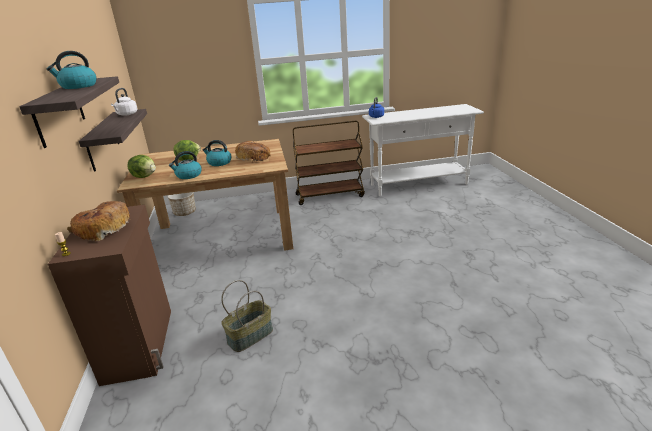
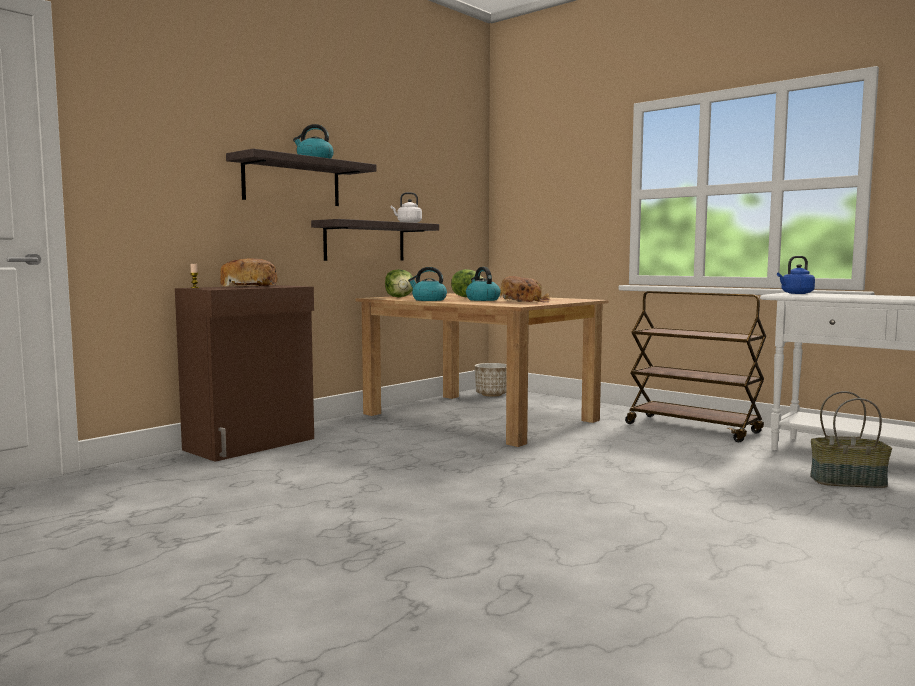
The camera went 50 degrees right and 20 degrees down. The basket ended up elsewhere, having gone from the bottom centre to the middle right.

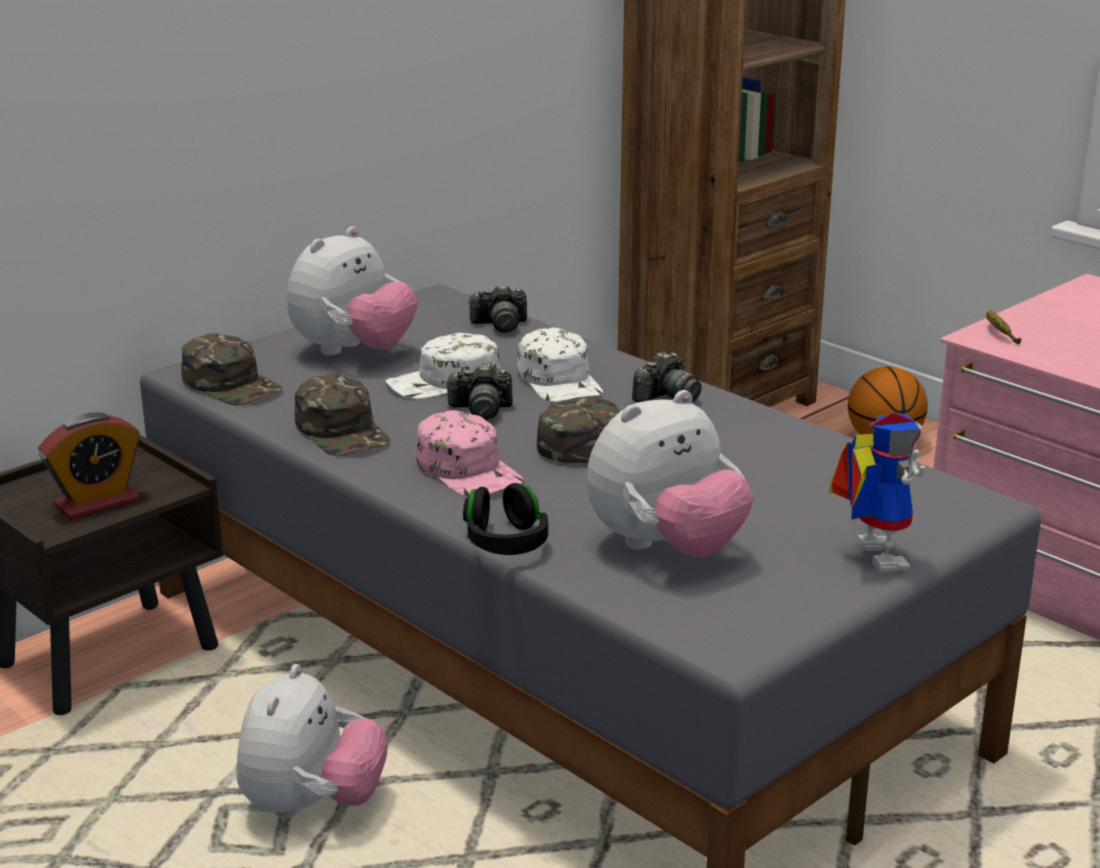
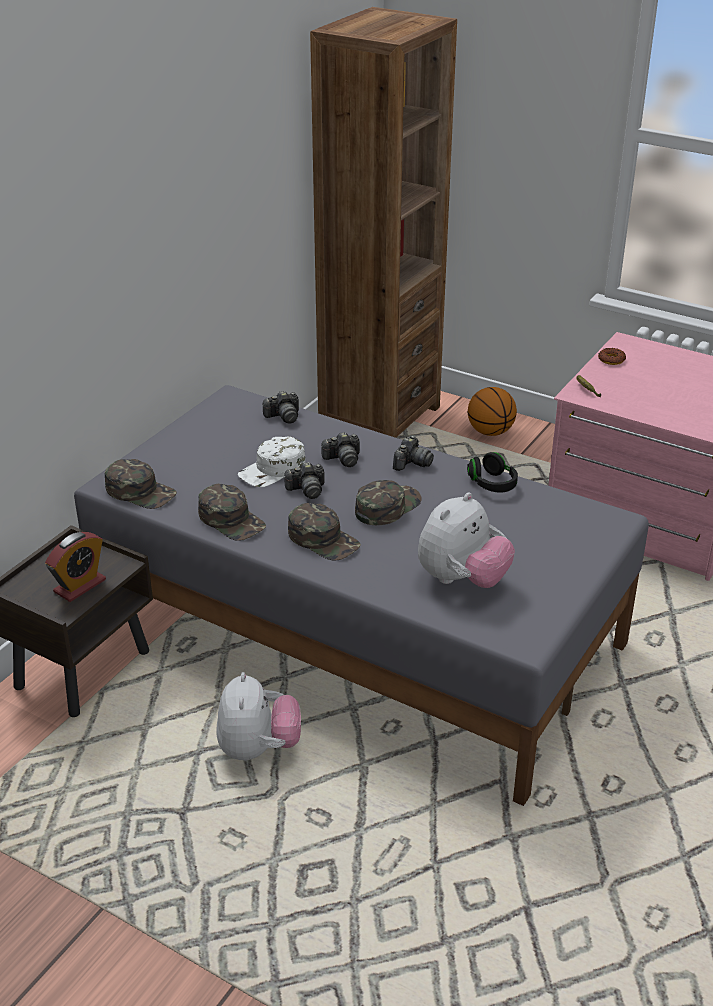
The camera went 15 degrees left and 10 degrees up. The second view lost the cuddly toy (no. 2 from left) at the middle left. Where the white baseball cap (no. 2 from left) stood at the centre, the still camera (no. 3 from left) came to stand at the centre. What was the pinkish baseball cap at the centre turned into the green baseball cap (no. 3 from left) at the centre. The second view lost the robot figure at the middle right. The black pair of headphones ended up elsewhere, having gone from the centre to the middle right. The second view gained the donut at the middle right.

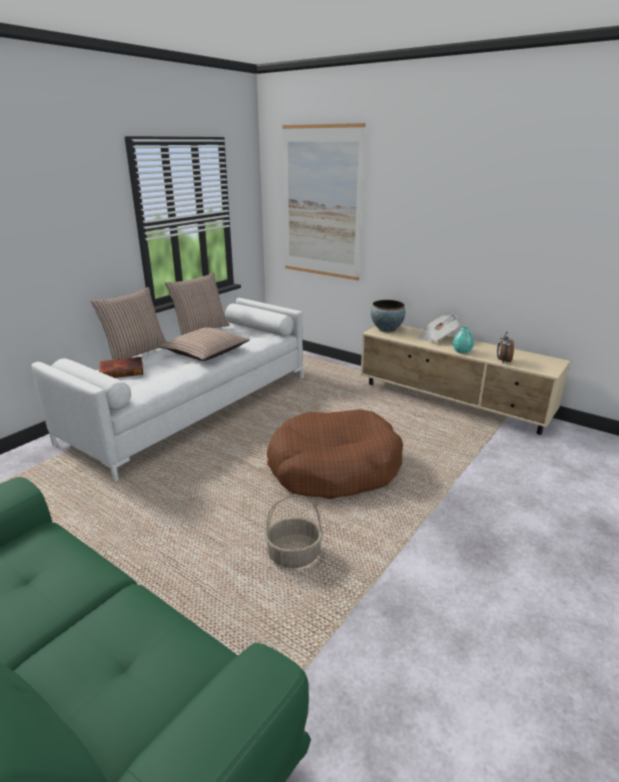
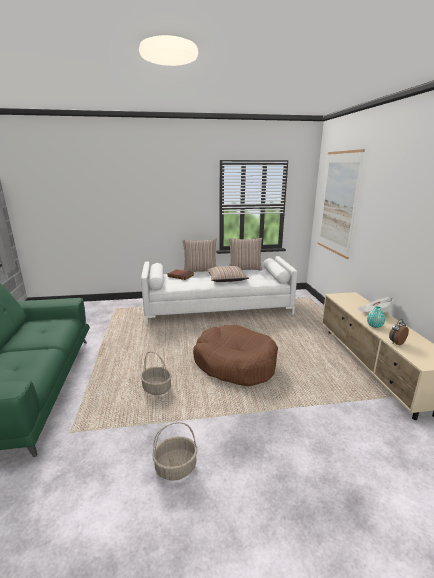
The camera went 45 degrees right and 5 degrees down. The second view lost the bowl at the centre. The second view gained the basket (no. 2 from left) at the bottom centre.

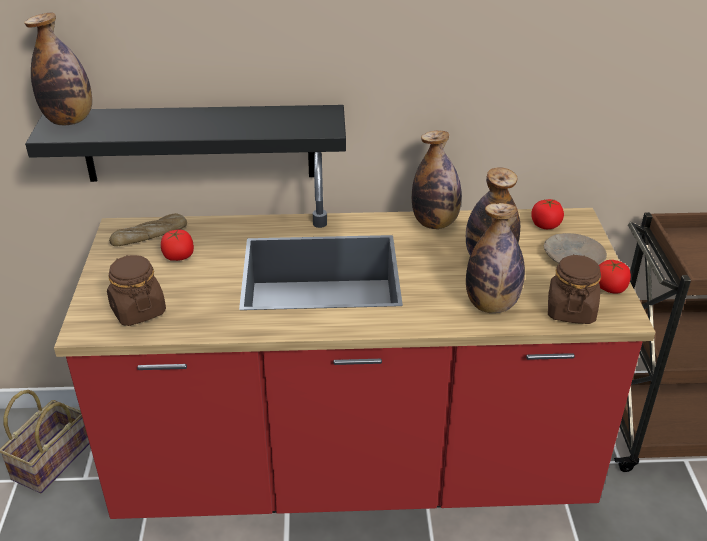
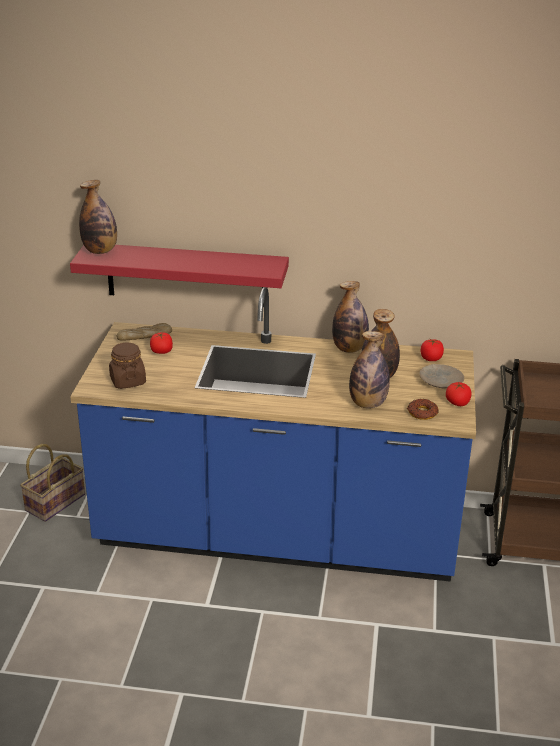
The camera went 10 degrees right and 5 degrees down. What was the black shelf at the top left turned into the red shelf at the middle left. What was the red counter at the centre turned into the bluish counter at the centre. Where the brown-coloured storage jar (no. 2 from left) stood at the middle right, the donut came to stand at the middle right.

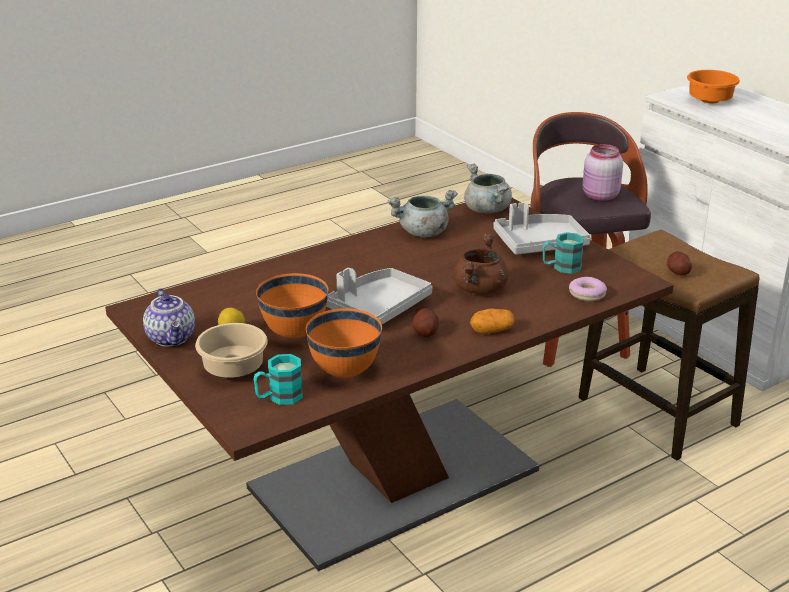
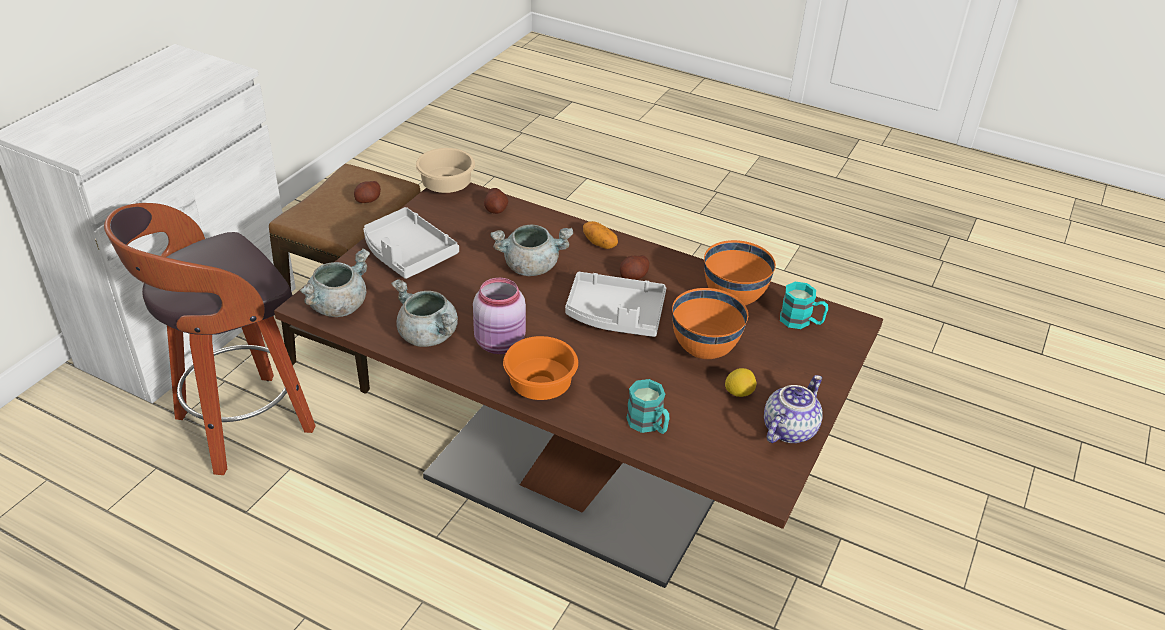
The camera went 120 degrees left and 10 degrees up. The orange bowl (no. 3 from left in the first image) ended up elsewhere, having gone from the top right to the centre. The pinkish storage jar ended up elsewhere, having gone from the top right to the centre. The turquoise-coloured mug (no. 2 from left in the first image) ended up elsewhere, having gone from the middle right to the centre. What was the brown-coloured saucepot at the centre turned into the grey saucepot (no. 3 from left) at the centre. Where the donut stood at the middle right, the potato (no. 2 from left) came to stand at the top centre. The sand-coloured bowl ended up elsewhere, having gone from the middle left to the top centre.

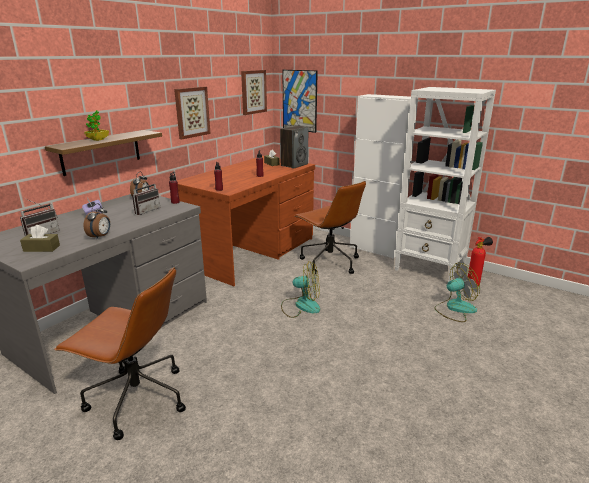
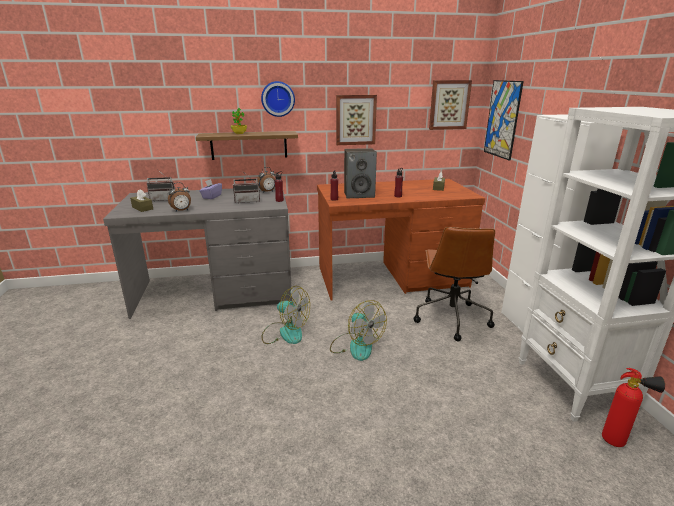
The camera went 45 degrees right and 0 degrees up. The speaker ended up elsewhere, having gone from the top centre to the centre. The cooling fan (no. 2 from left in the first image) ended up elsewhere, having gone from the middle right to the centre. The second view lost the brown-coloured office chair (no. 1 from left) at the bottom left. The second view gained the wall clock at the top centre.

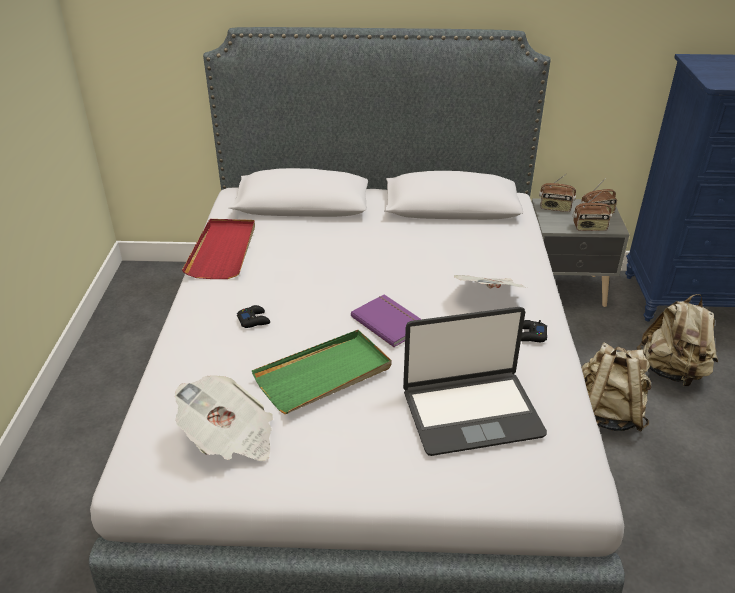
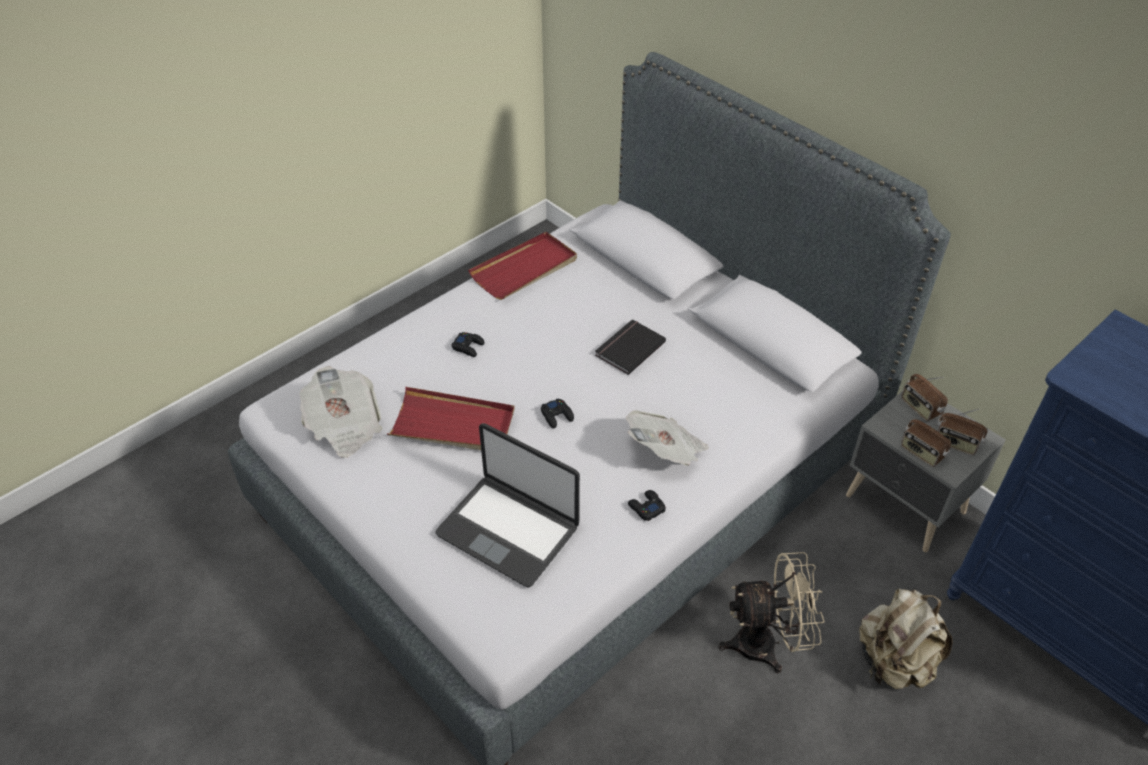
The camera went 45 degrees right and 10 degrees up. Where the purple-coloured bound book stood at the centre, the black game controller (no. 2 from left) came to stand at the centre. What was the green tray at the centre turned into the red tray (no. 1 from left) at the centre. Where the sand-coloured rucksack (no. 1 from left) stood at the middle right, the sand-coloured cooling fan came to stand at the bottom right. The second view gained the black bound book at the centre.

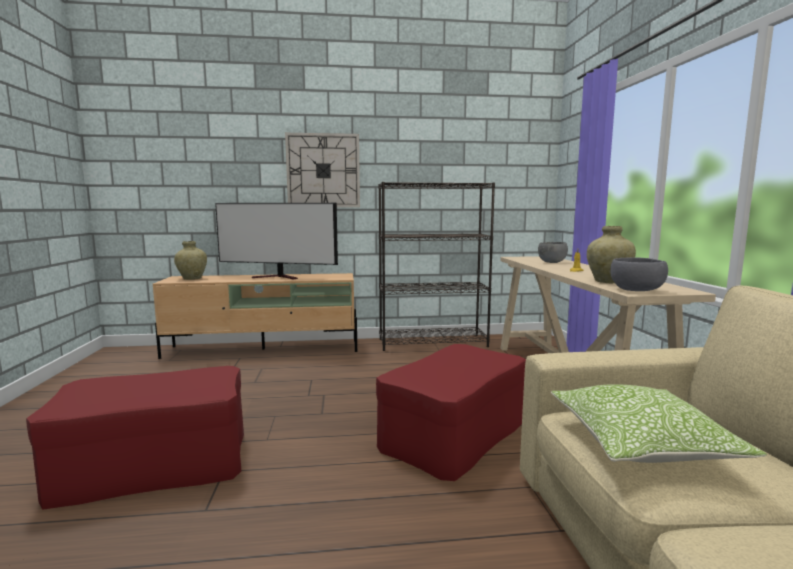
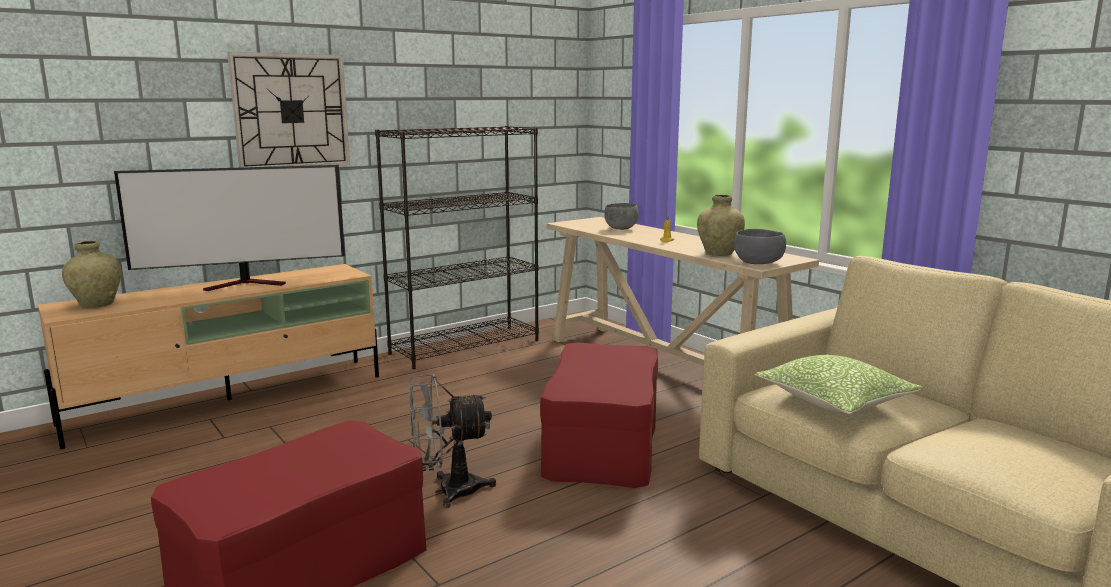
The camera went 30 degrees left and 5 degrees up. The second view gained the grey cooling fan at the bottom centre.

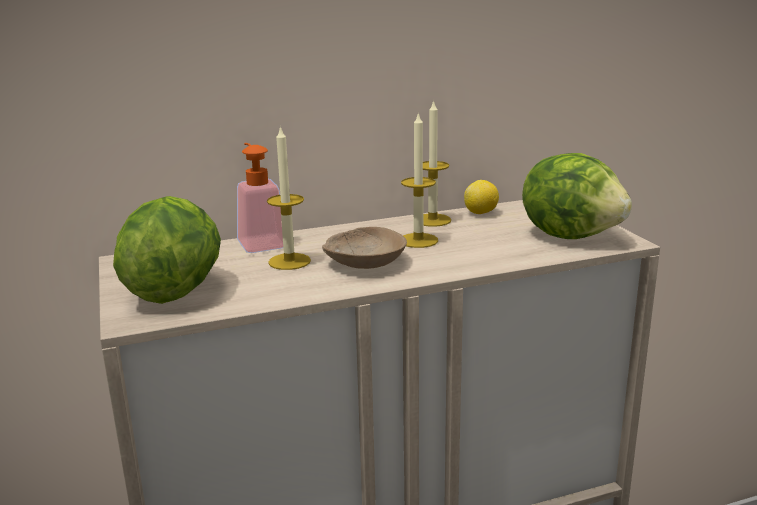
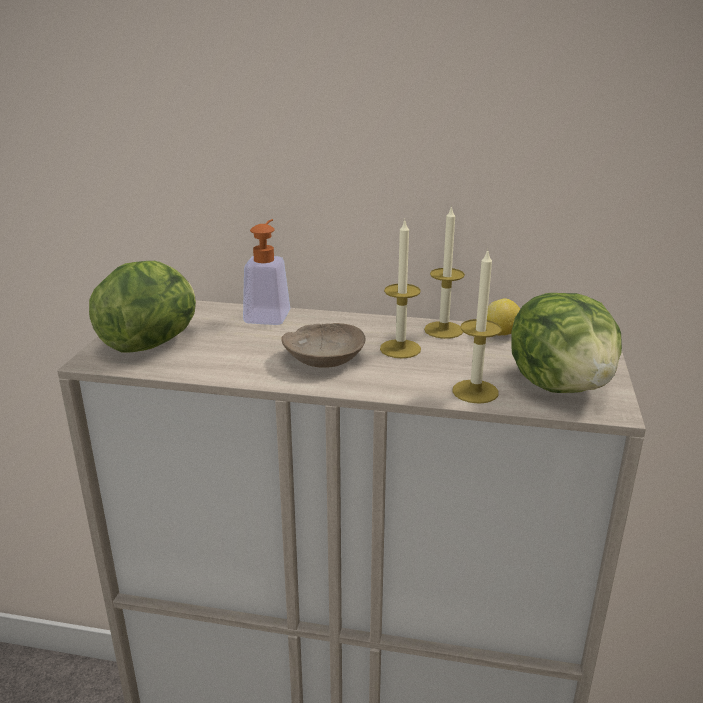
The camera went 30 degrees right and 5 degrees up. The wax light (no. 1 from left in the first image) ended up elsewhere, having gone from the centre to the middle right.

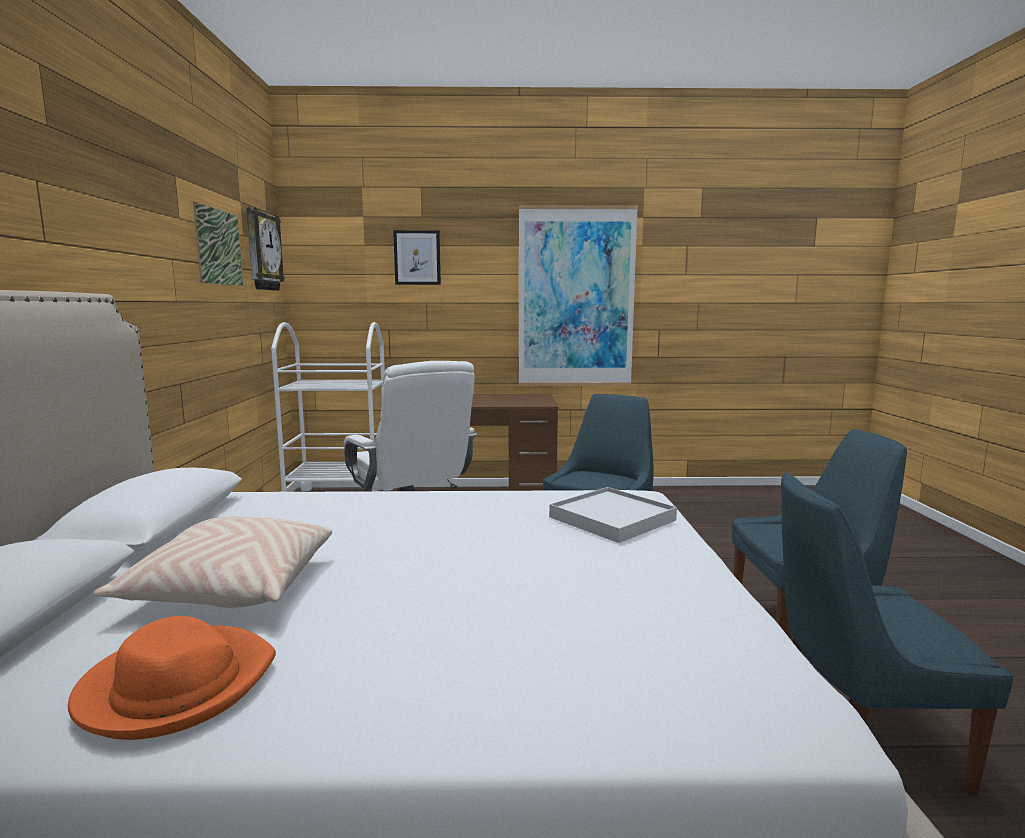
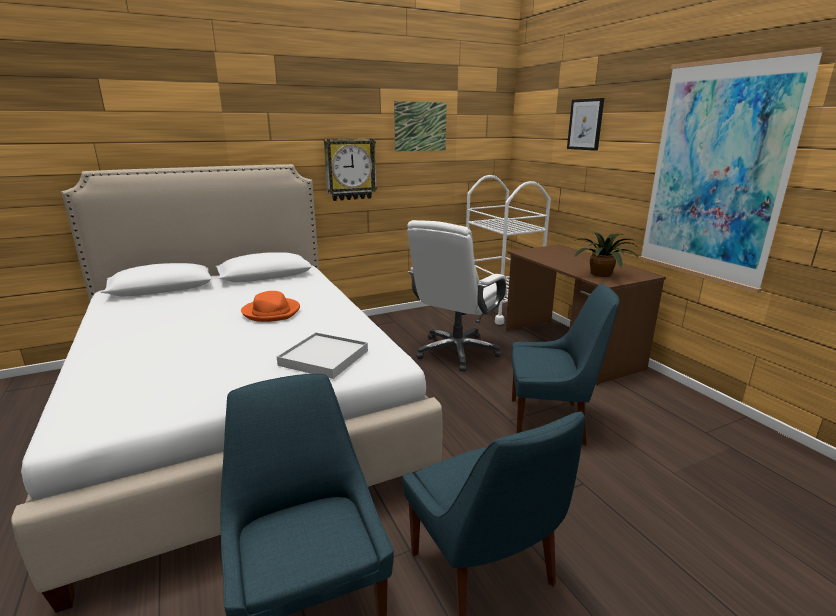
The camera went 65 degrees right and 10 degrees up. The wall clock ended up elsewhere, having gone from the top left to the top centre. The second view lost the sand-coloured pillow at the bottom left. The orange clothing hat ended up elsewhere, having gone from the bottom left to the middle left. The second view gained the houseplant at the middle right.

